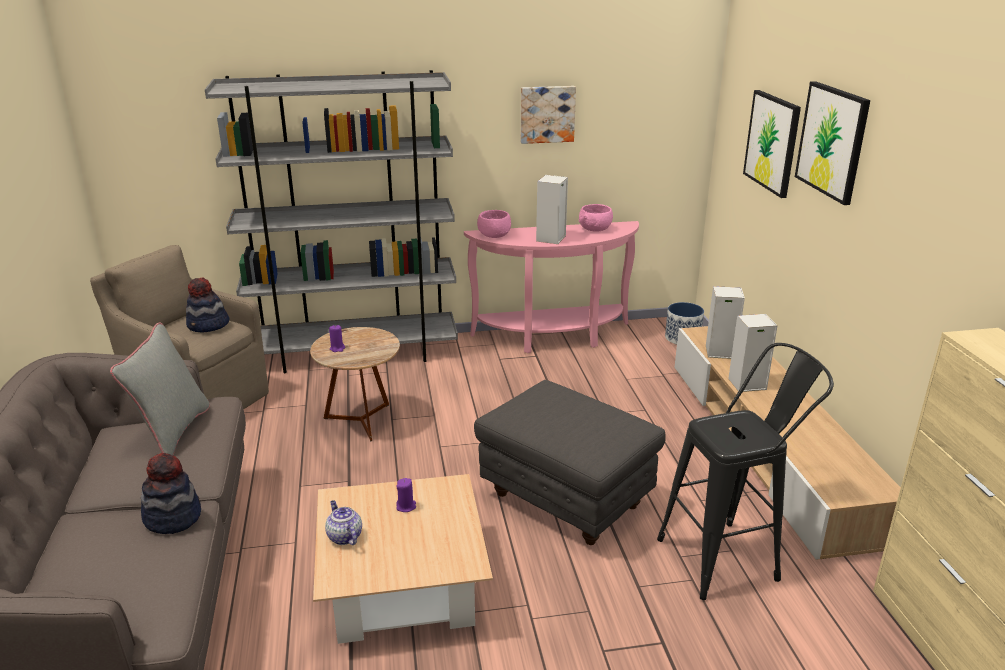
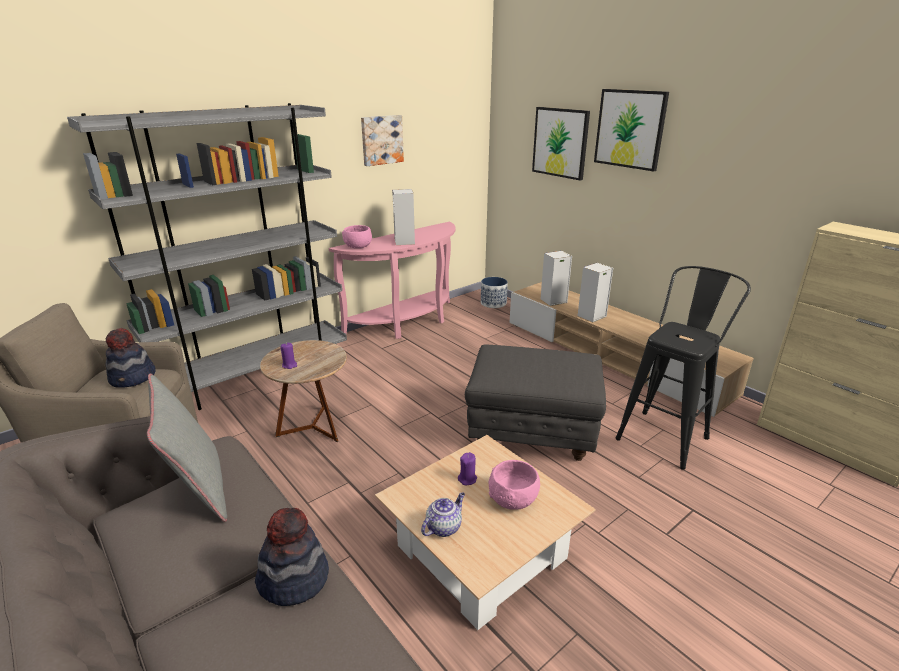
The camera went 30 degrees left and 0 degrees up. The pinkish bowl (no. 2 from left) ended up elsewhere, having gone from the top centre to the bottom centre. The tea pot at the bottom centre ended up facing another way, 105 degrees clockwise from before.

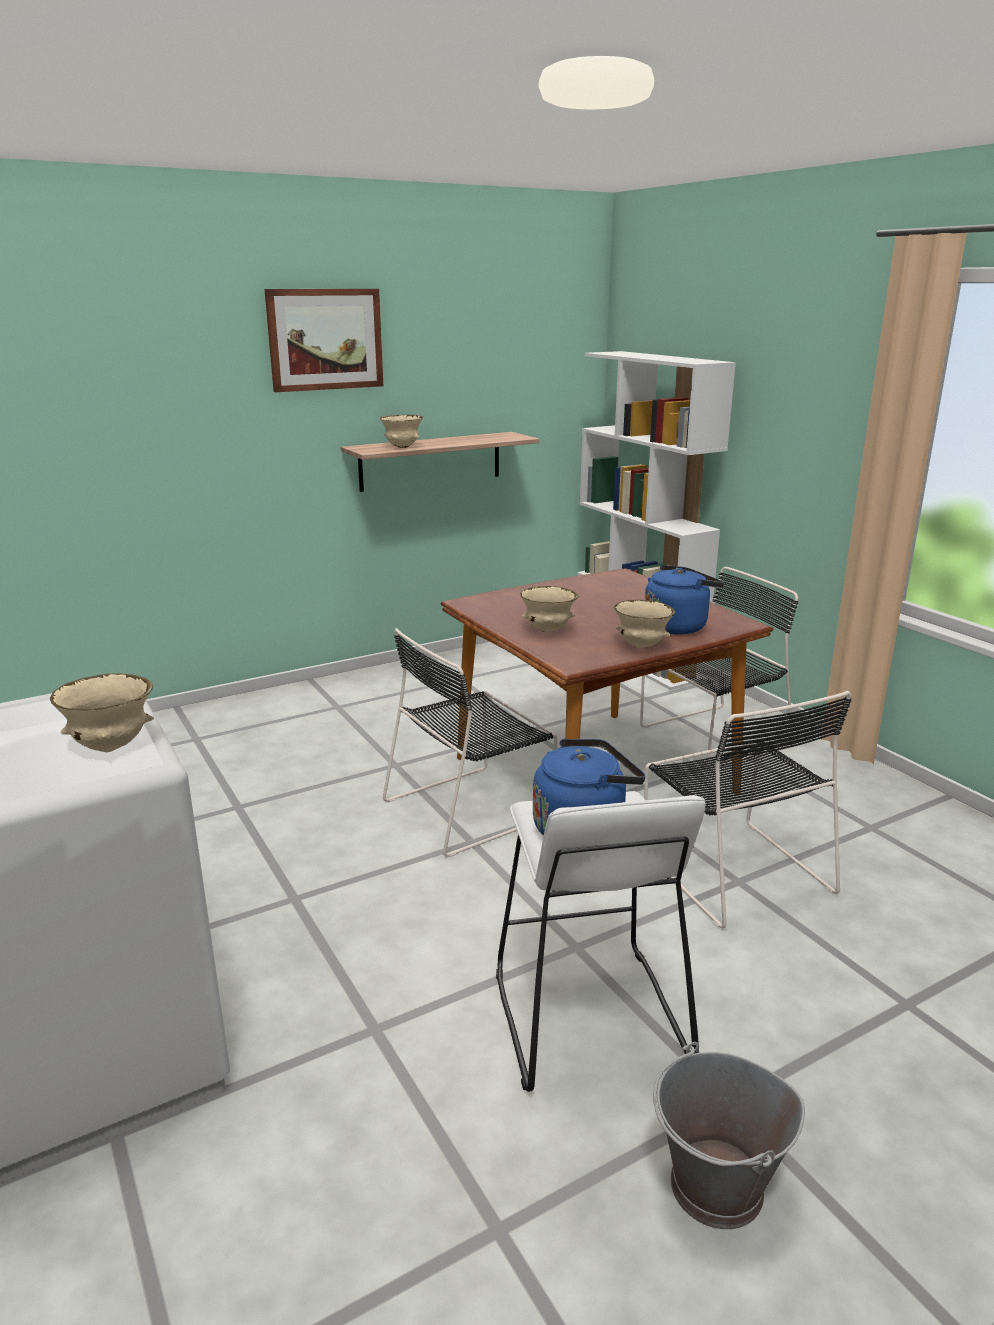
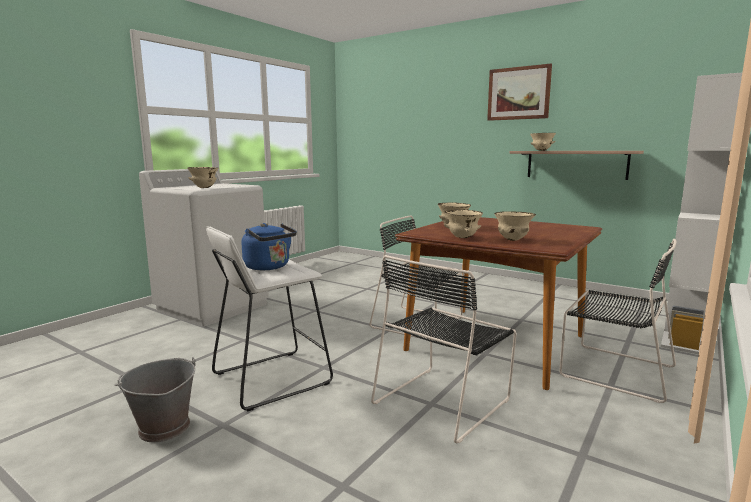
The camera went 65 degrees right and 10 degrees down. Where the bluish tea kettle (no. 2 from left) stood at the middle right, the sand-coloured bowl (no. 4 from left) came to stand at the middle right.

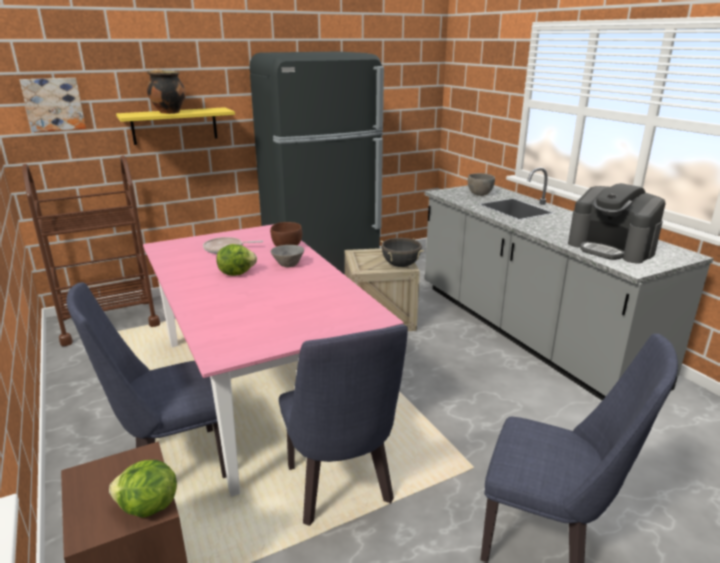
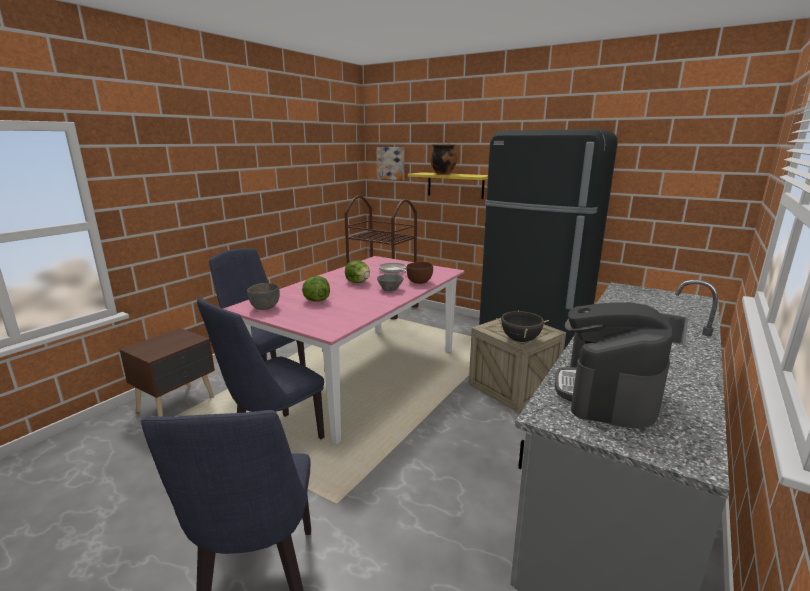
The camera went 60 degrees right and 5 degrees down. The grey bowl (no. 2 from left in the first image) ended up elsewhere, having gone from the top right to the middle left. The lettuce (no. 1 from left) ended up elsewhere, having gone from the bottom left to the centre.

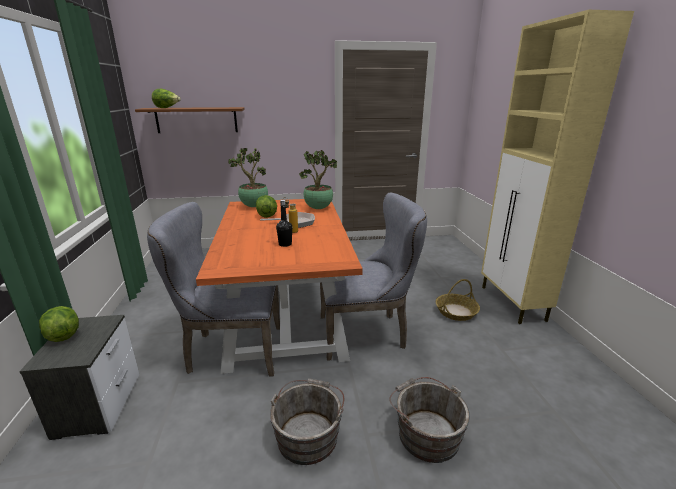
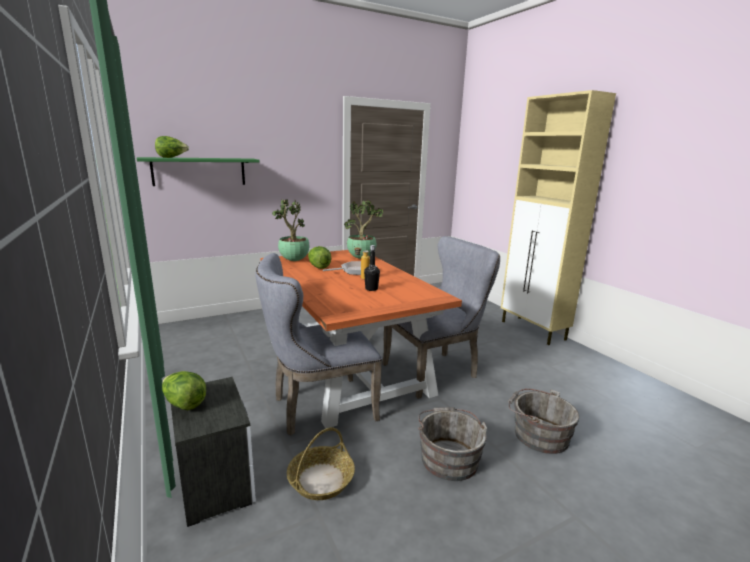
The camera went 20 degrees left and 5 degrees down. What was the brown-coloured shelf at the top left turned into the green shelf at the top left. The basket ended up elsewhere, having gone from the middle right to the bottom centre.

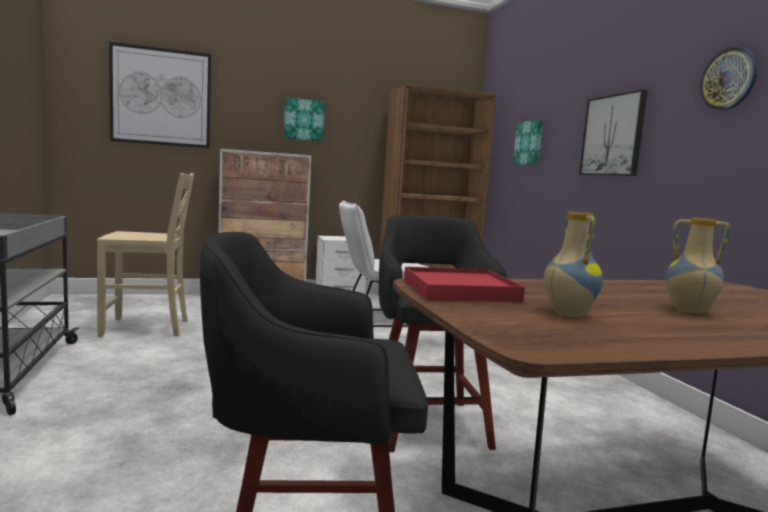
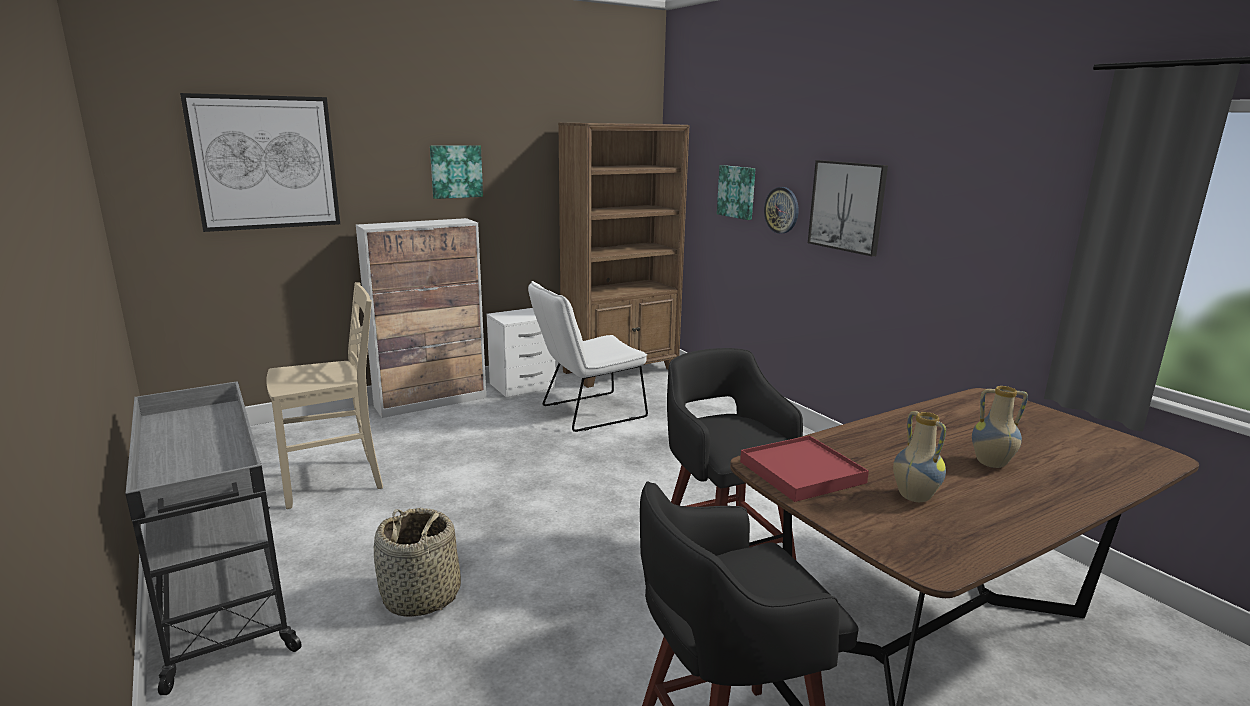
The camera went 15 degrees left and 10 degrees up. The wall clock ended up elsewhere, having gone from the top right to the top centre. The second view gained the basket at the bottom centre.

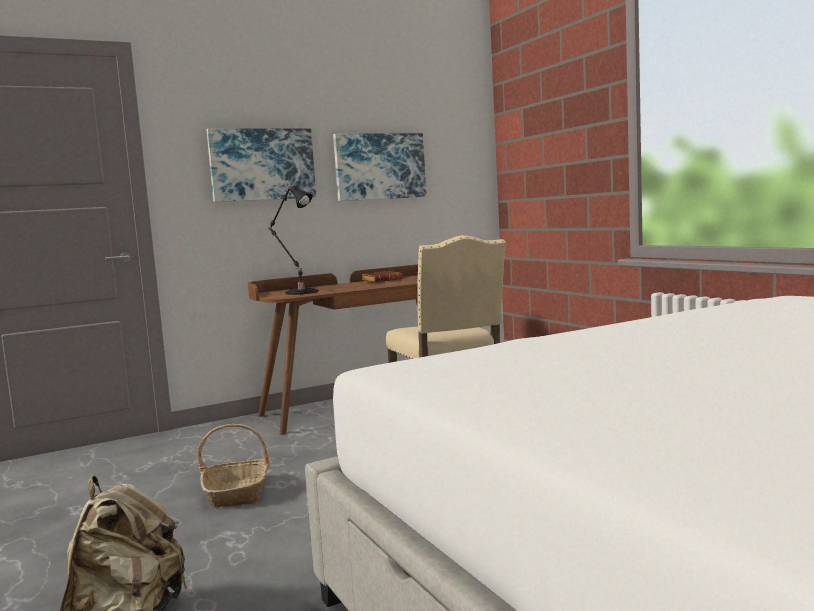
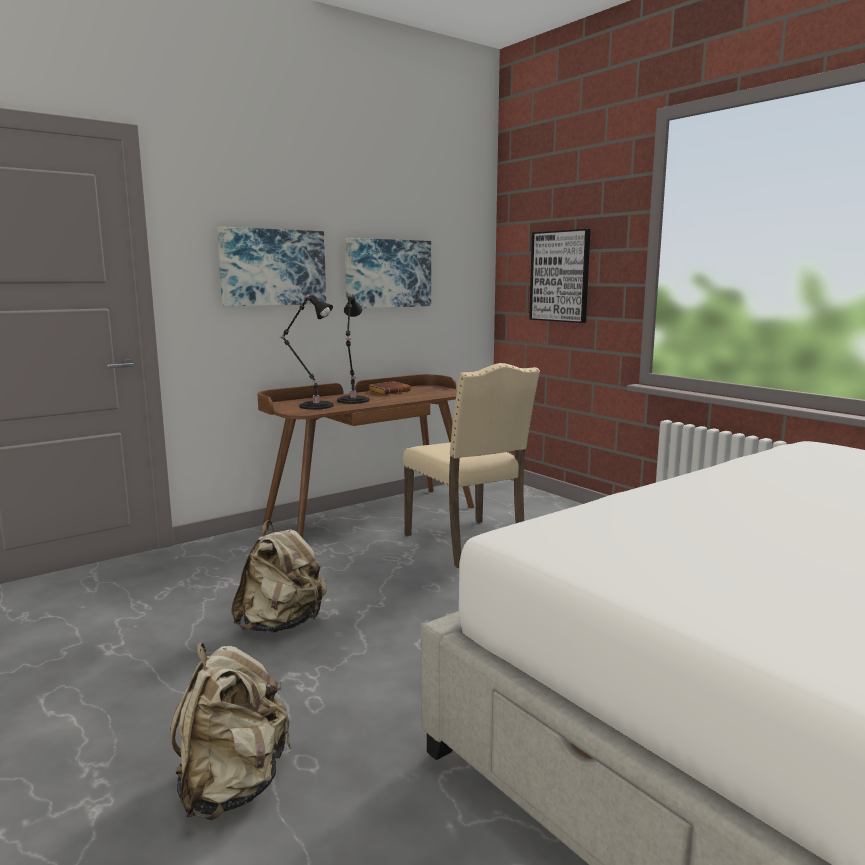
The camera went 10 degrees left and 5 degrees up. Where the basket stood at the bottom left, the sand-coloured rucksack (no. 2 from left) came to stand at the middle left. The second view gained the wall art (no. 3 from left) at the top centre. The second view gained the black lamp for a table (no. 2 from left) at the centre.

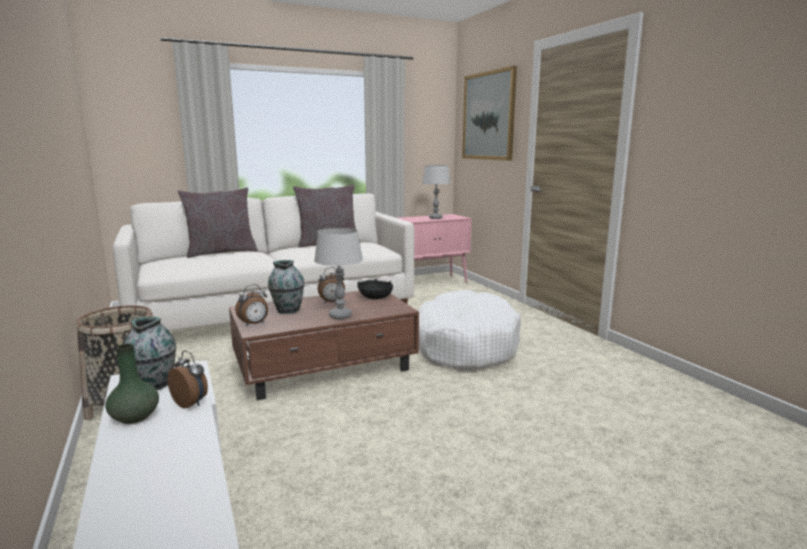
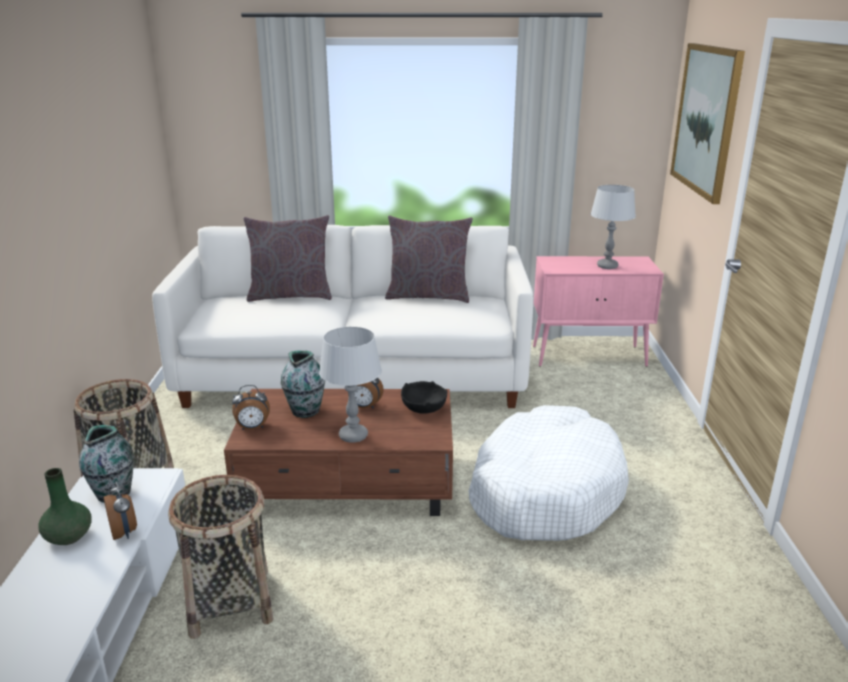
The camera went 25 degrees right and 10 degrees up. The second view gained the basket (no. 2 from left) at the bottom left.

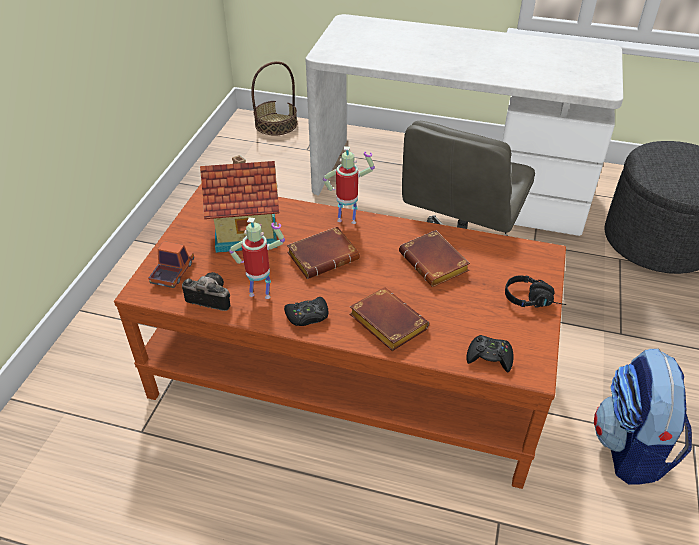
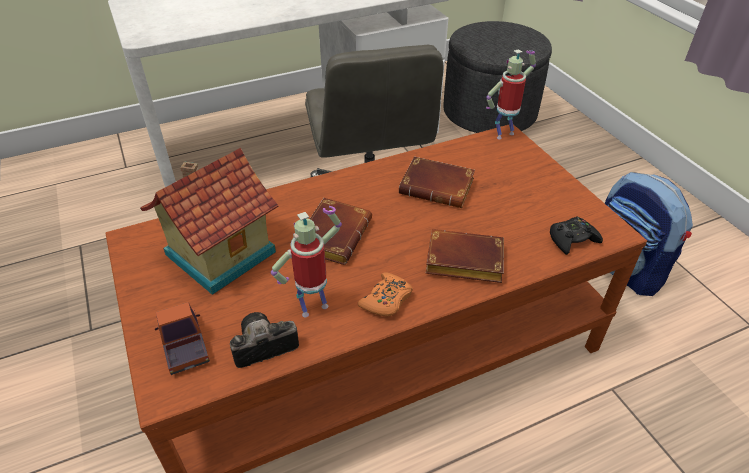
The camera went 40 degrees left and 0 degrees up. The second view lost the basket at the top centre. The robot figure (no. 2 from left) ended up elsewhere, having gone from the centre to the top right. The second view lost the black pair of headphones at the middle right. What was the black game controller (no. 1 from left) at the centre turned into the orange game controller at the centre.

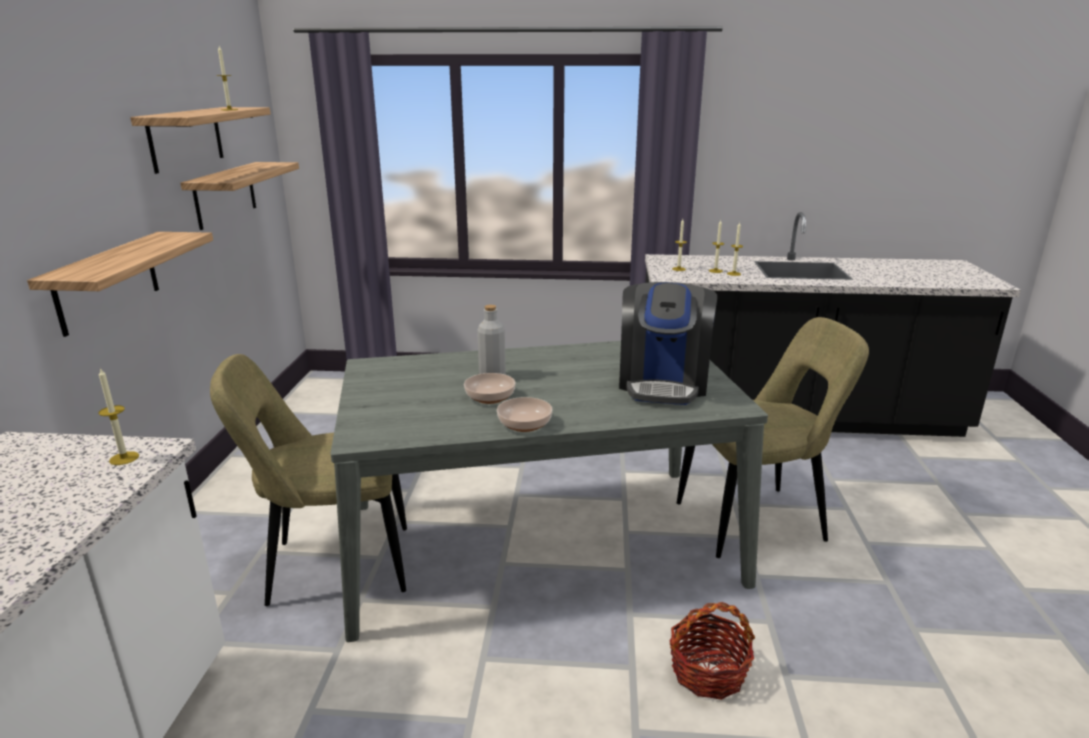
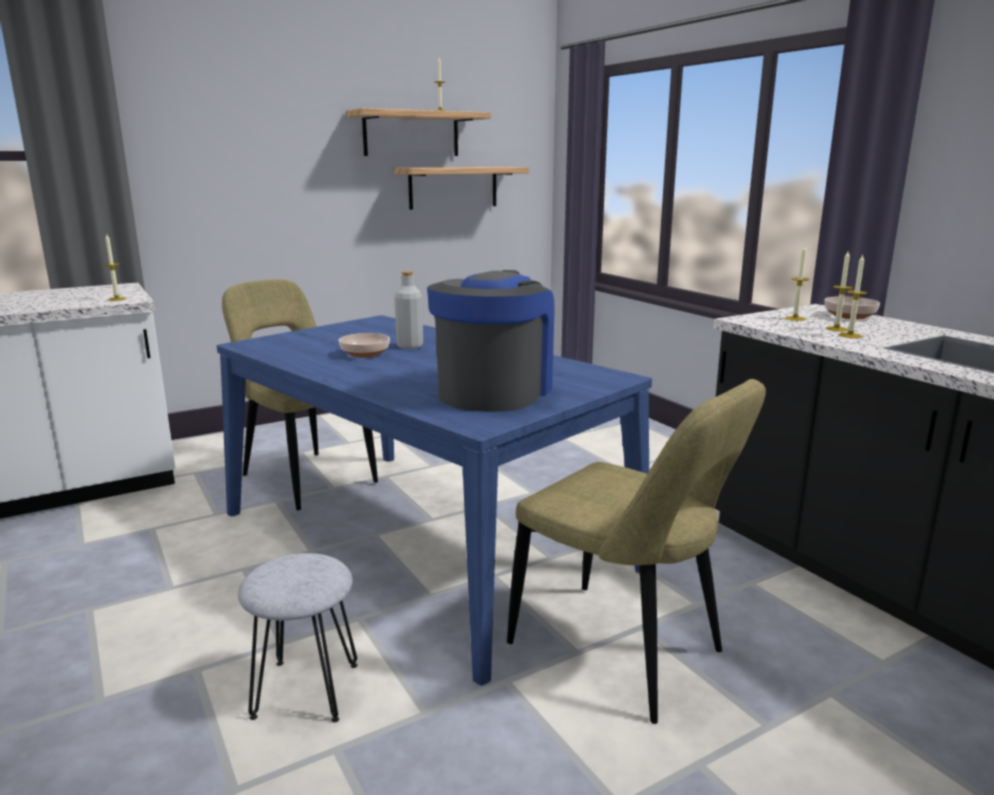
The camera went 55 degrees right and 5 degrees down. The second view lost the shelf (no. 1 from left) at the middle left. The coffee brewer at the centre ended up facing another way, 135 degrees clockwise from before. What was the grey dining table at the centre turned into the bluish dining table at the centre. The bowl (no. 2 from left) ended up elsewhere, having gone from the centre to the middle right. Where the basket stood at the bottom centre, the grey stool came to stand at the bottom left.

